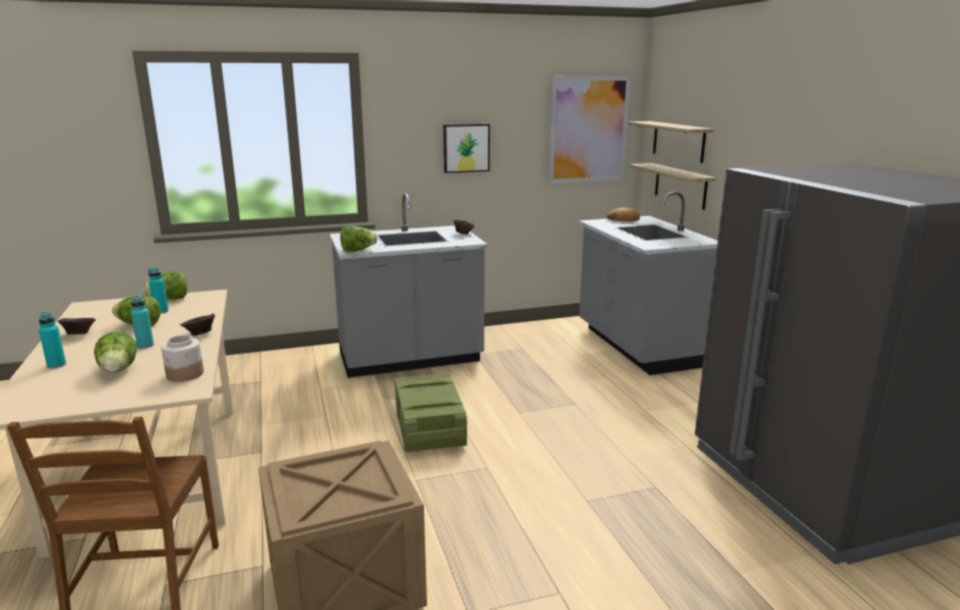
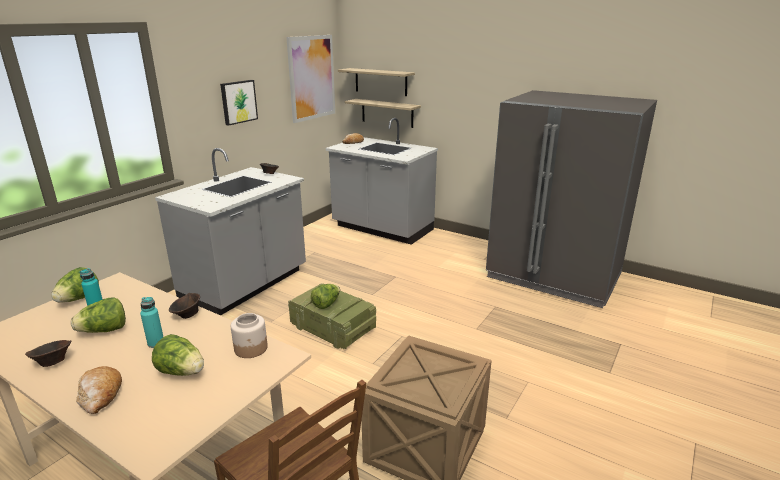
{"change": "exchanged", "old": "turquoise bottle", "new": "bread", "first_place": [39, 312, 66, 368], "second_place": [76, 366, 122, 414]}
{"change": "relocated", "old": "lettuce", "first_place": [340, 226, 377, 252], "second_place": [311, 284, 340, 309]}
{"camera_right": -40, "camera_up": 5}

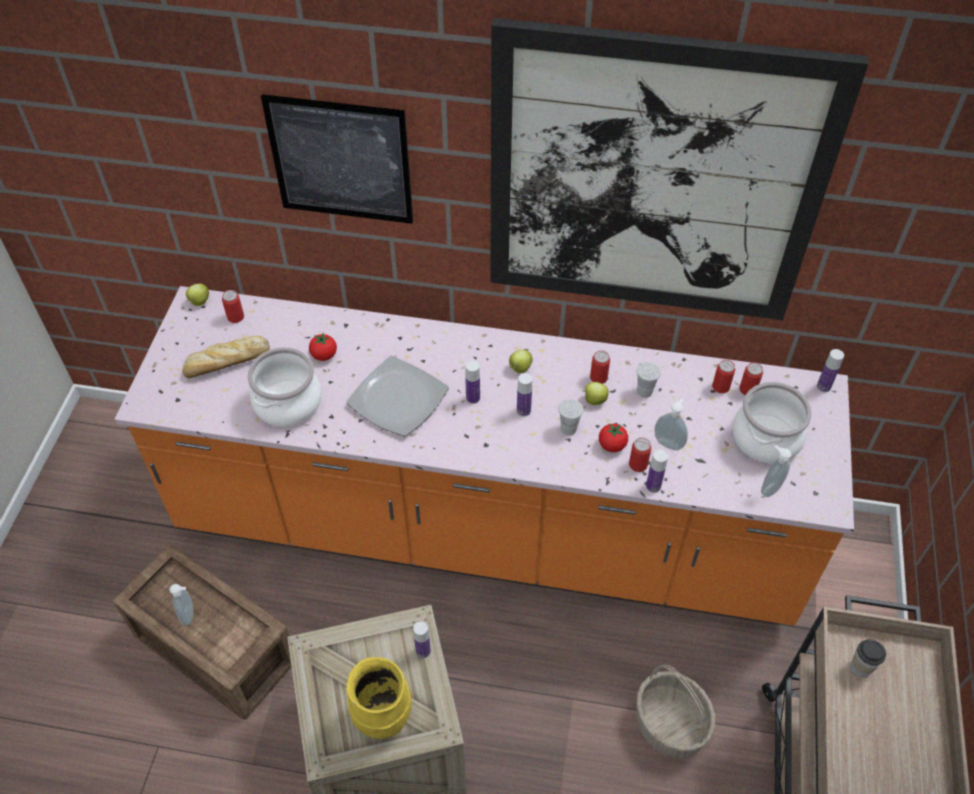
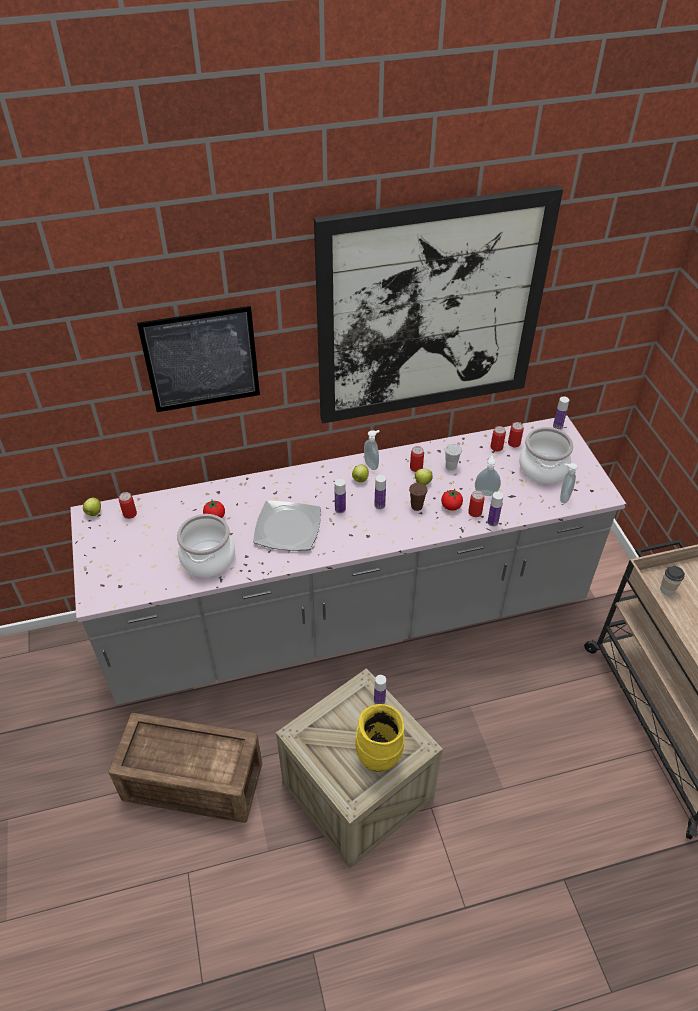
{"change": "colour", "old": "orange counter", "new": "grey counter", "first_place": [115, 286, 854, 626], "second_place": [70, 416, 626, 705]}
{"change": "relocated", "old": "soap dispenser", "first_place": [169, 584, 194, 626], "second_place": [364, 430, 380, 470]}
{"change": "missing", "old": "bread", "first_place": [182, 336, 270, 378]}
{"change": "colour", "old": "white cup", "new": "brown cup", "first_place": [559, 399, 583, 435], "second_place": [409, 483, 428, 511]}
{"change": "missing", "old": "basket", "first_place": [636, 664, 715, 758]}
{"camera_right": -25, "camera_up": -5}

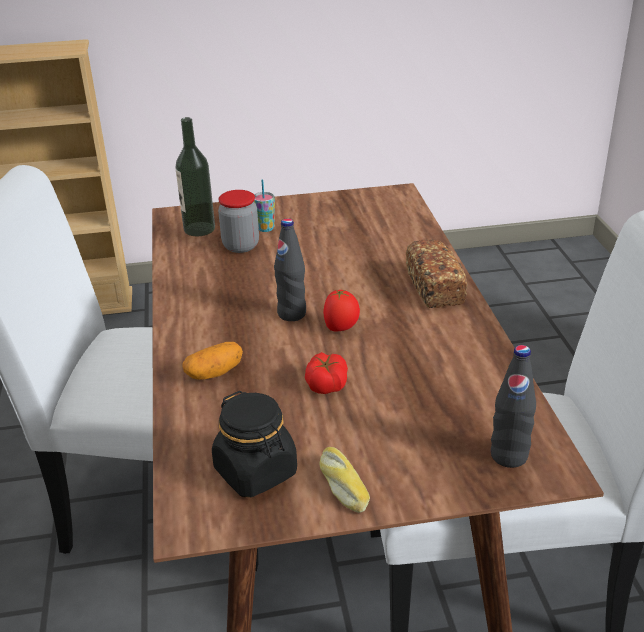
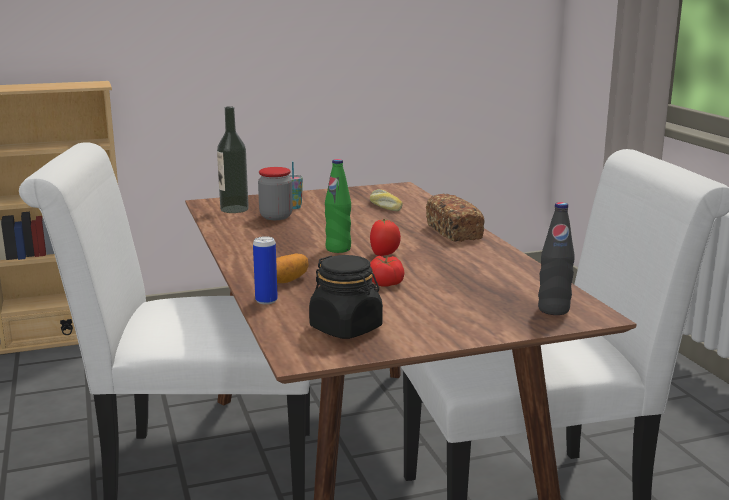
{"change": "colour", "old": "black bottle", "new": "green bottle", "first_place": [274, 218, 306, 321], "second_place": [325, 159, 351, 253]}
{"change": "relocated", "old": "bread", "first_place": [320, 447, 370, 513], "second_place": [370, 189, 403, 211]}
{"change": "appeared", "new": "can", "second_place": [253, 236, 278, 304]}
{"camera_right": -10, "camera_up": -15}

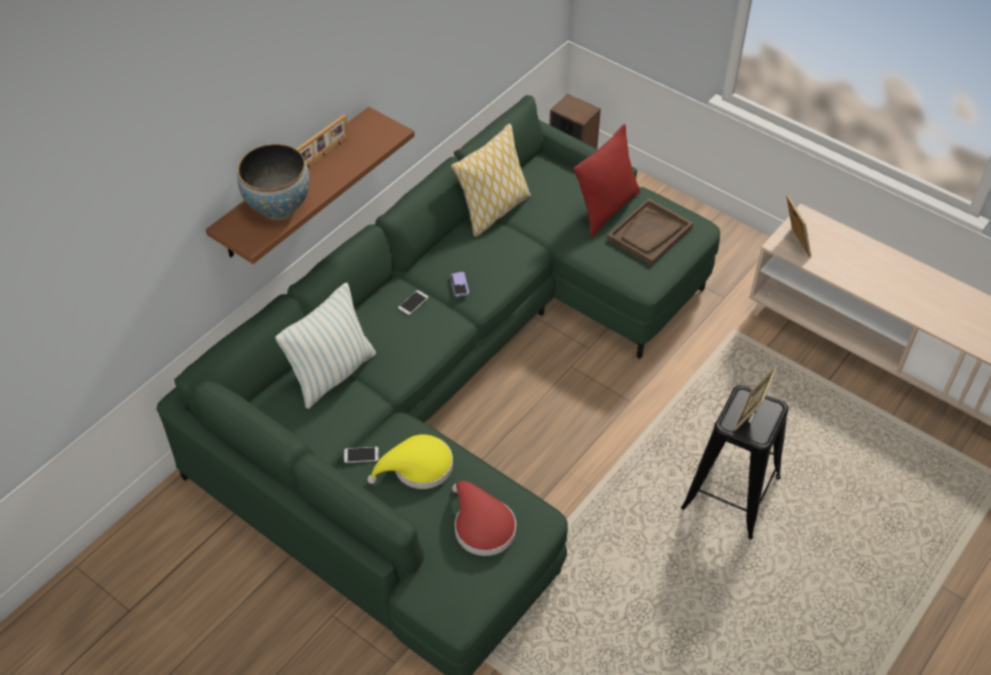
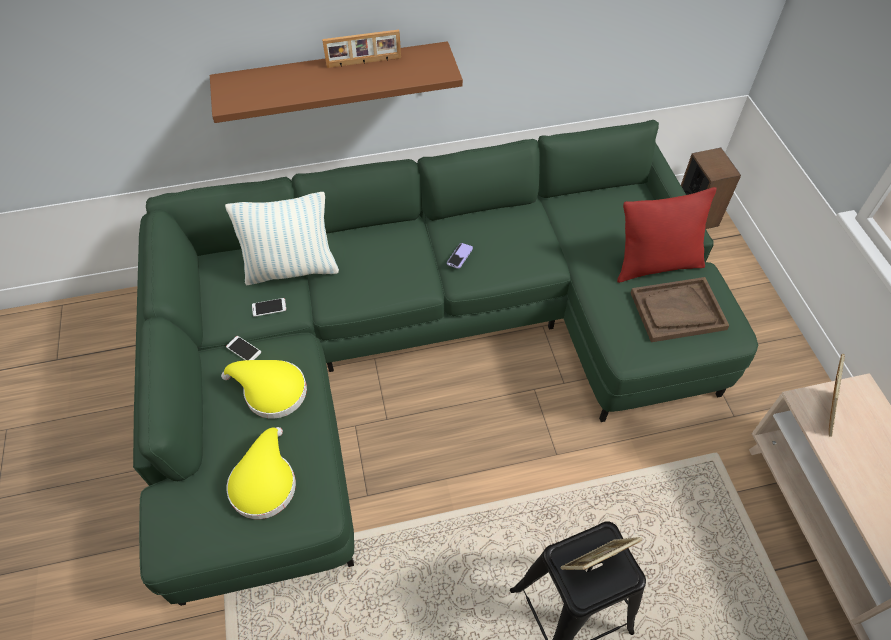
{"change": "missing", "old": "bowl", "first_place": [237, 144, 310, 220]}
{"change": "relocated", "old": "phone", "first_place": [398, 290, 429, 315], "second_place": [252, 298, 286, 317]}
{"change": "missing", "old": "pillow", "first_place": [451, 124, 531, 237]}
{"change": "colour", "old": "red hat", "new": "yellow hat", "first_place": [452, 481, 516, 556], "second_place": [227, 427, 296, 519]}
{"camera_right": 40, "camera_up": 5}

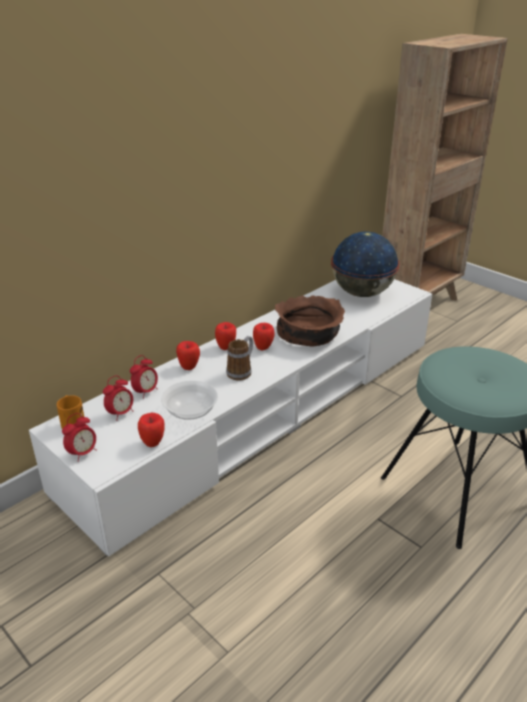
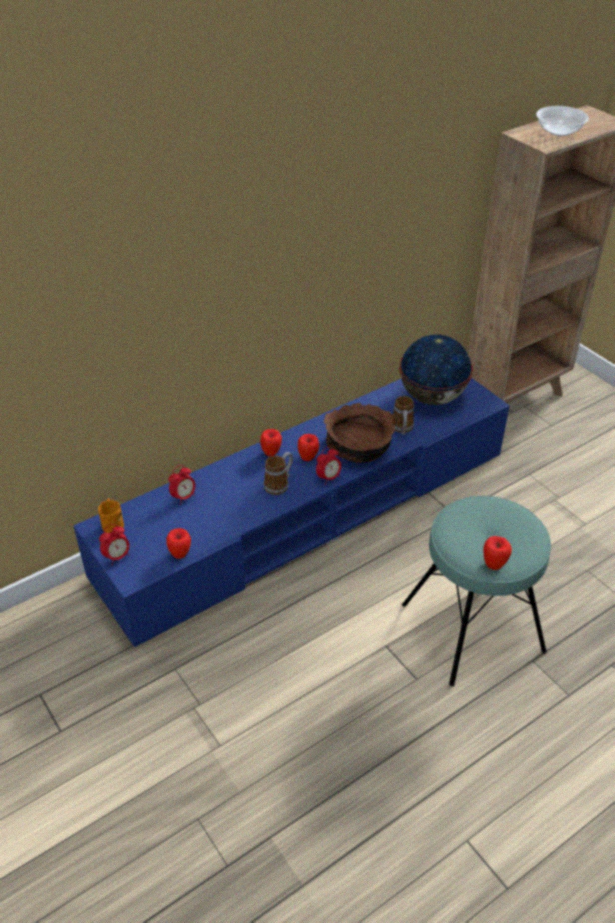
{"change": "colour", "old": "white tv stand", "new": "blue tv stand", "first_place": [29, 279, 432, 556], "second_place": [74, 378, 509, 647]}
{"change": "relocated", "old": "alarm clock", "first_place": [103, 375, 133, 421], "second_place": [316, 446, 341, 485]}
{"change": "relocated", "old": "bowl", "first_place": [161, 381, 218, 420], "second_place": [536, 106, 589, 136]}
{"change": "relocated", "old": "apple", "first_place": [176, 341, 200, 370], "second_place": [484, 536, 512, 570]}
{"change": "appeared", "new": "mug", "second_place": [393, 396, 414, 435]}
{"camera_right": 10, "camera_up": 10}

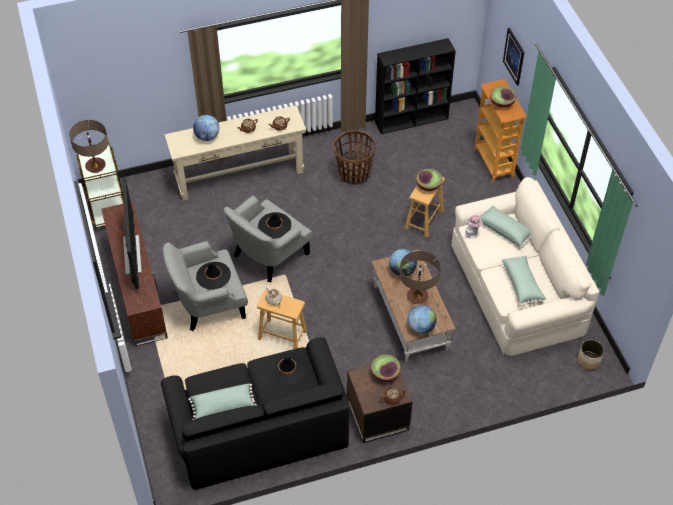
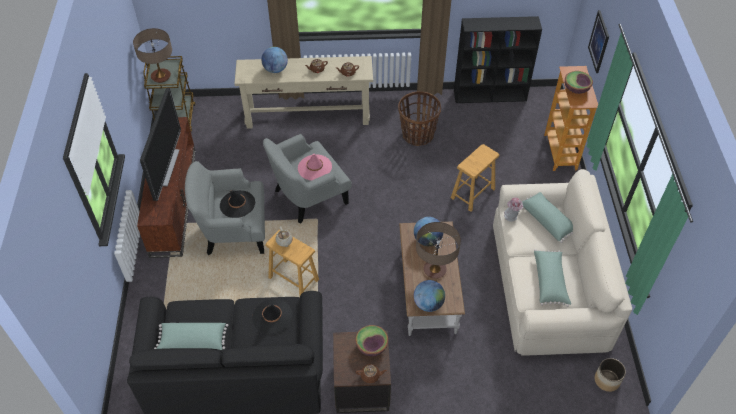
{"change": "colour", "old": "black hat", "new": "pink hat", "first_place": [258, 212, 291, 239], "second_place": [298, 154, 332, 180]}
{"change": "missing", "old": "bowl", "first_place": [416, 169, 442, 191]}
{"camera_right": 15, "camera_up": 0}

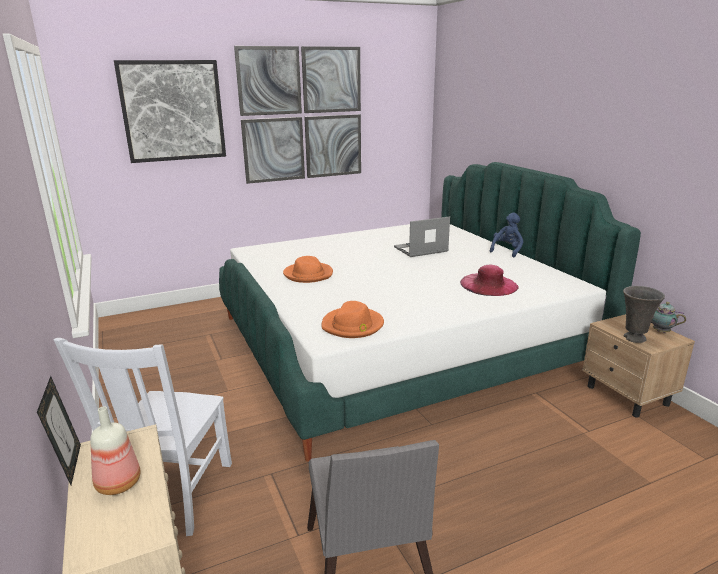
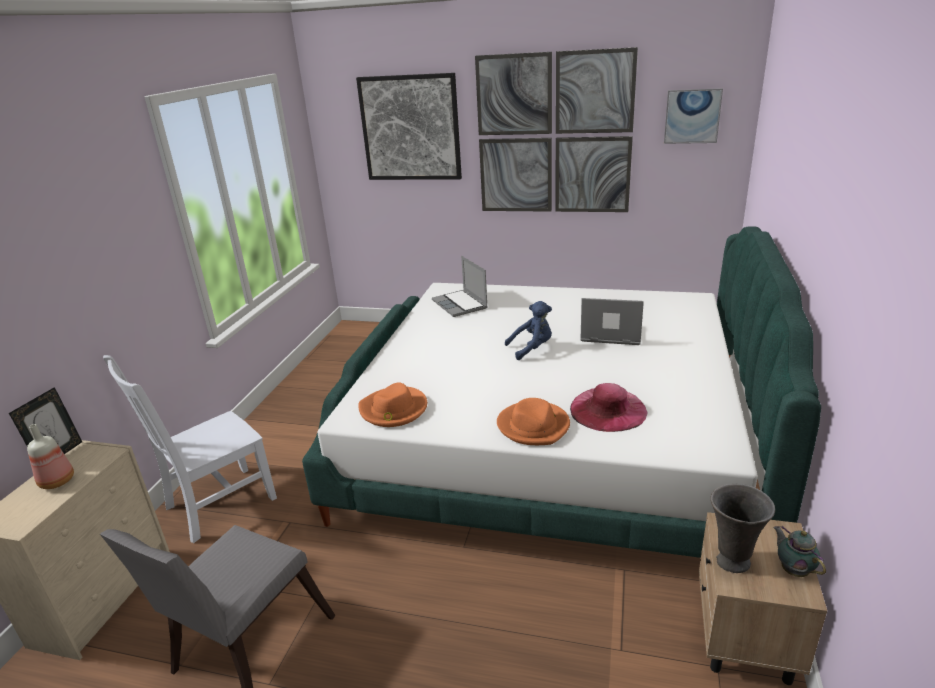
{"change": "relocated", "old": "orange hat", "first_place": [283, 256, 333, 283], "second_place": [497, 398, 570, 445]}
{"change": "relocated", "old": "blue plush toy", "first_place": [490, 212, 523, 257], "second_place": [505, 301, 552, 360]}
{"change": "appeared", "new": "laptop", "second_place": [432, 256, 488, 317]}
{"change": "appeared", "new": "picture", "second_place": [664, 88, 723, 144]}
{"camera_right": 40, "camera_up": 5}

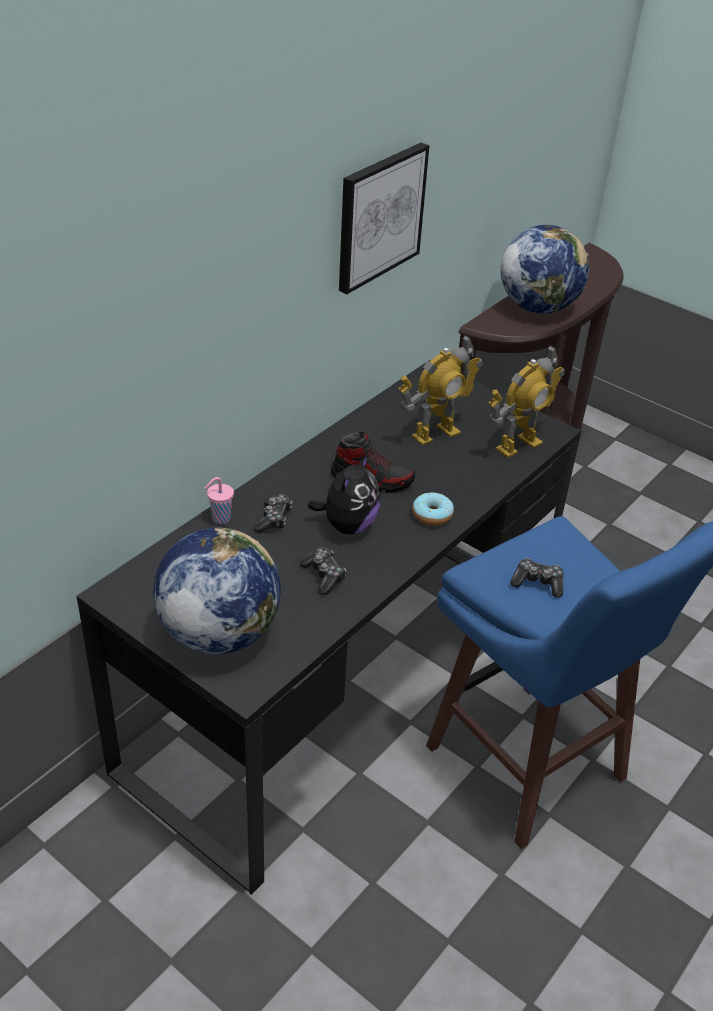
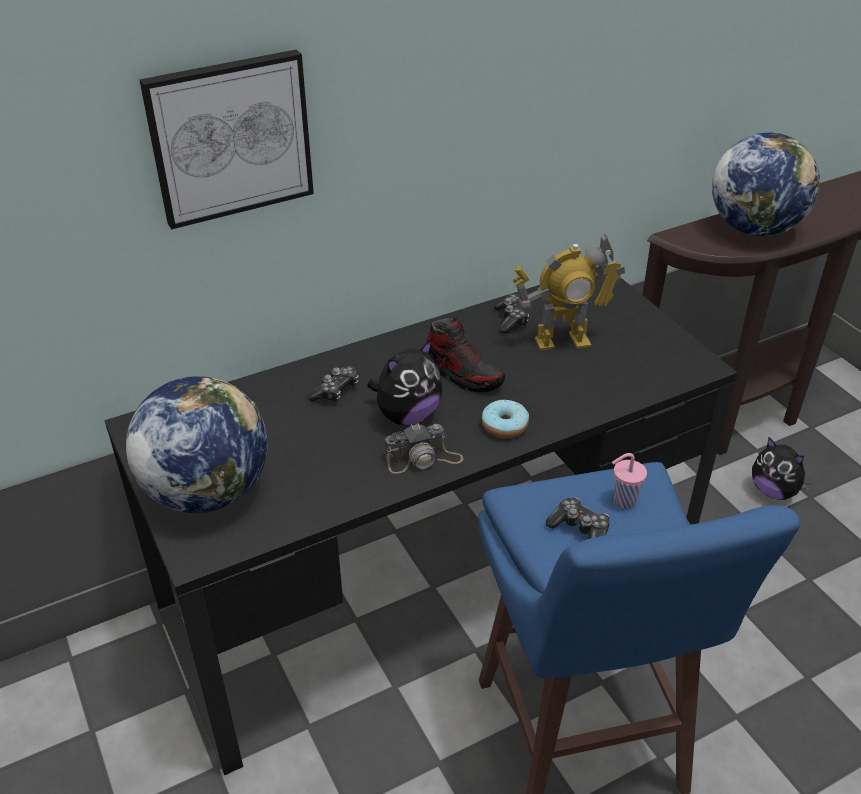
{"change": "relocated", "old": "pink cup", "first_place": [205, 477, 234, 524], "second_place": [612, 453, 647, 509]}
{"change": "relocated", "old": "game controller", "first_place": [300, 547, 346, 595], "second_place": [494, 294, 529, 333]}
{"change": "relocated", "old": "picture", "first_place": [339, 143, 429, 294], "second_place": [139, 49, 314, 229]}
{"change": "missing", "old": "toy robot", "first_place": [488, 345, 565, 458]}
{"change": "appeared", "new": "photo camera", "second_place": [385, 424, 463, 474]}
{"change": "appeared", "new": "plush toy", "second_place": [752, 437, 812, 500]}
{"camera_right": 25, "camera_up": 0}

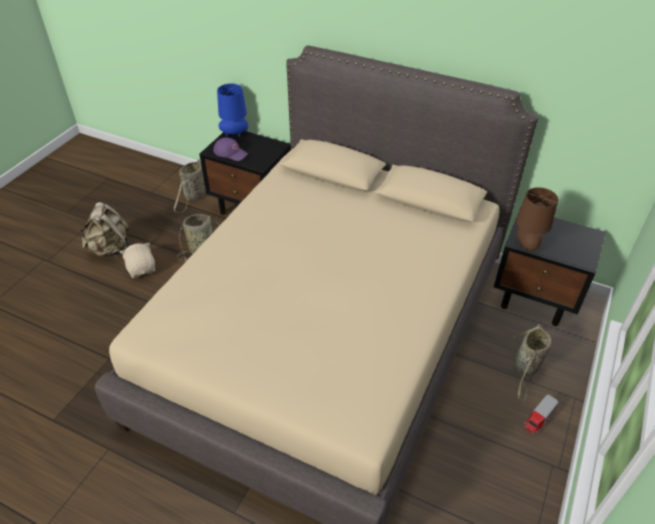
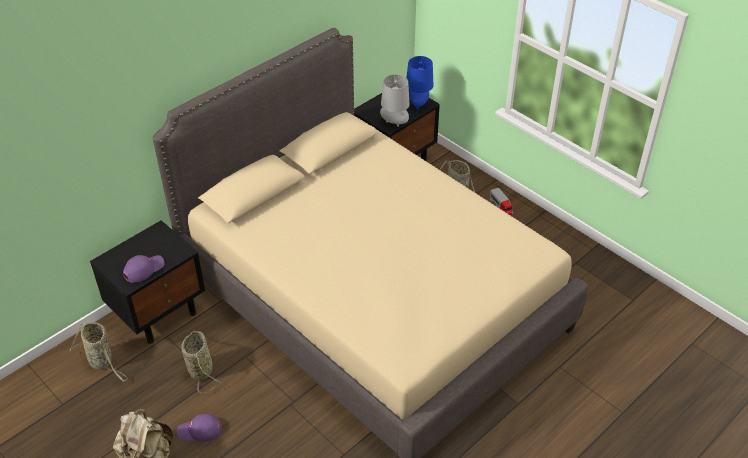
{"change": "exchanged", "old": "beige plush toy", "new": "purple cap", "first_place": [120, 243, 155, 278], "second_place": [177, 414, 222, 442]}
{"change": "relocated", "old": "blue table lamp", "first_place": [217, 84, 248, 137], "second_place": [406, 56, 433, 110]}
{"change": "colour", "old": "brown table lamp", "new": "grey table lamp", "first_place": [516, 187, 558, 250], "second_place": [380, 74, 410, 127]}
{"camera_right": -70, "camera_up": 0}

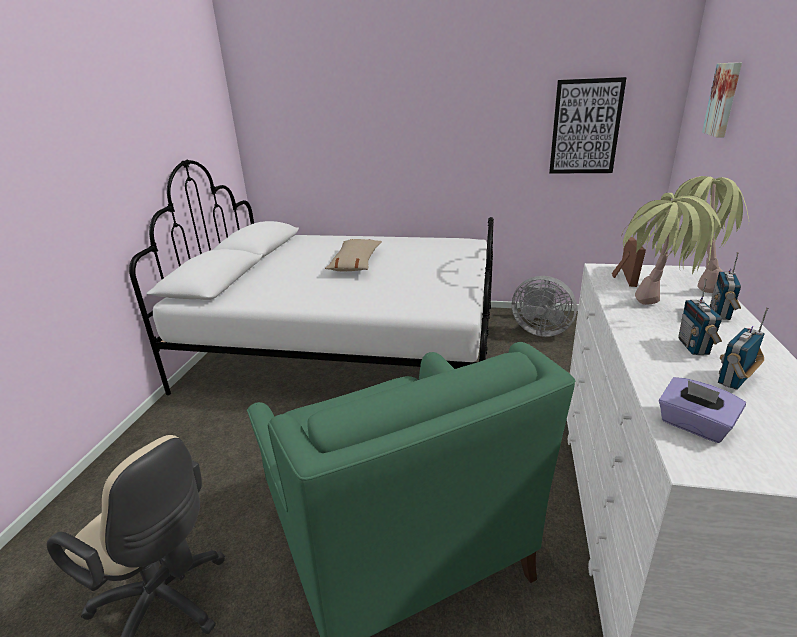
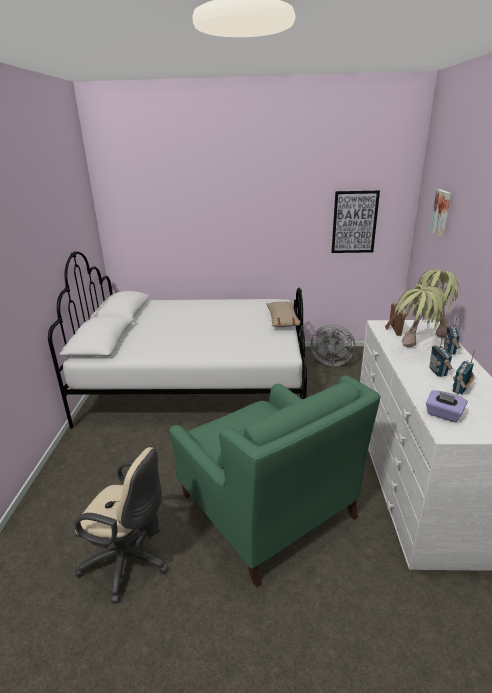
{"change": "relocated", "old": "beige pillow", "first_place": [325, 239, 382, 271], "second_place": [266, 302, 300, 327]}
{"camera_right": -10, "camera_up": 0}

